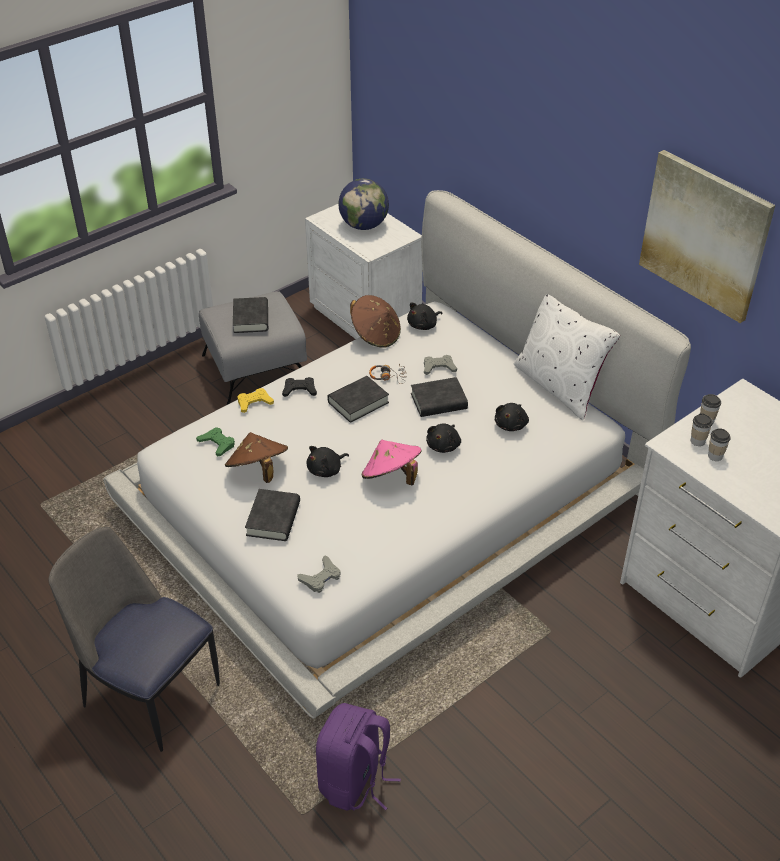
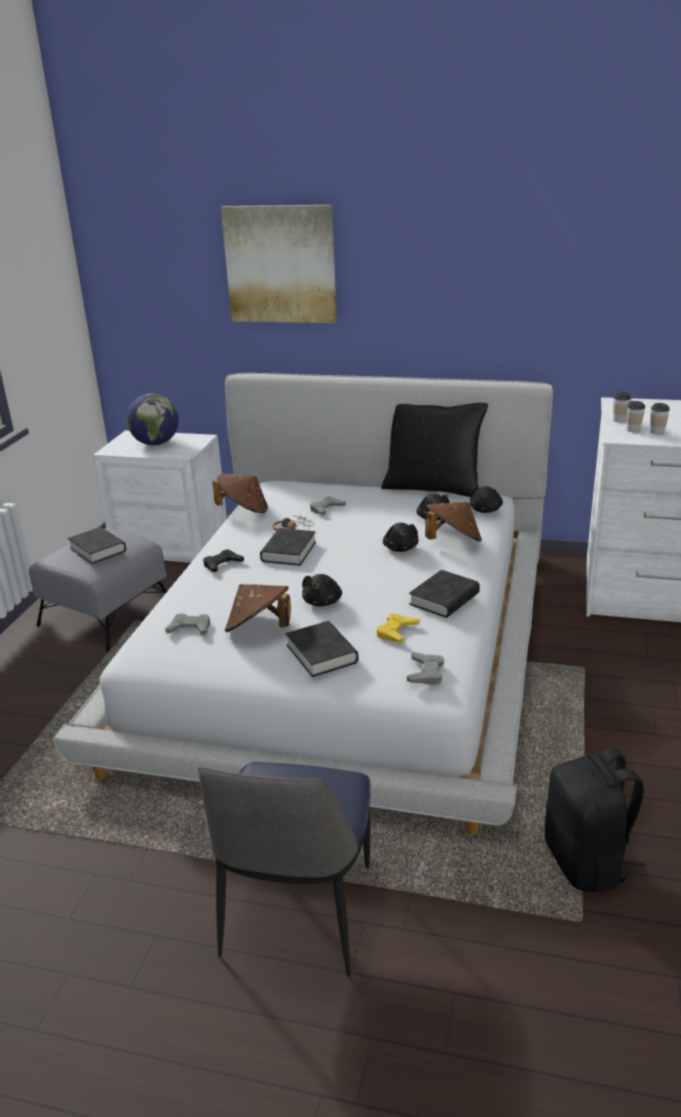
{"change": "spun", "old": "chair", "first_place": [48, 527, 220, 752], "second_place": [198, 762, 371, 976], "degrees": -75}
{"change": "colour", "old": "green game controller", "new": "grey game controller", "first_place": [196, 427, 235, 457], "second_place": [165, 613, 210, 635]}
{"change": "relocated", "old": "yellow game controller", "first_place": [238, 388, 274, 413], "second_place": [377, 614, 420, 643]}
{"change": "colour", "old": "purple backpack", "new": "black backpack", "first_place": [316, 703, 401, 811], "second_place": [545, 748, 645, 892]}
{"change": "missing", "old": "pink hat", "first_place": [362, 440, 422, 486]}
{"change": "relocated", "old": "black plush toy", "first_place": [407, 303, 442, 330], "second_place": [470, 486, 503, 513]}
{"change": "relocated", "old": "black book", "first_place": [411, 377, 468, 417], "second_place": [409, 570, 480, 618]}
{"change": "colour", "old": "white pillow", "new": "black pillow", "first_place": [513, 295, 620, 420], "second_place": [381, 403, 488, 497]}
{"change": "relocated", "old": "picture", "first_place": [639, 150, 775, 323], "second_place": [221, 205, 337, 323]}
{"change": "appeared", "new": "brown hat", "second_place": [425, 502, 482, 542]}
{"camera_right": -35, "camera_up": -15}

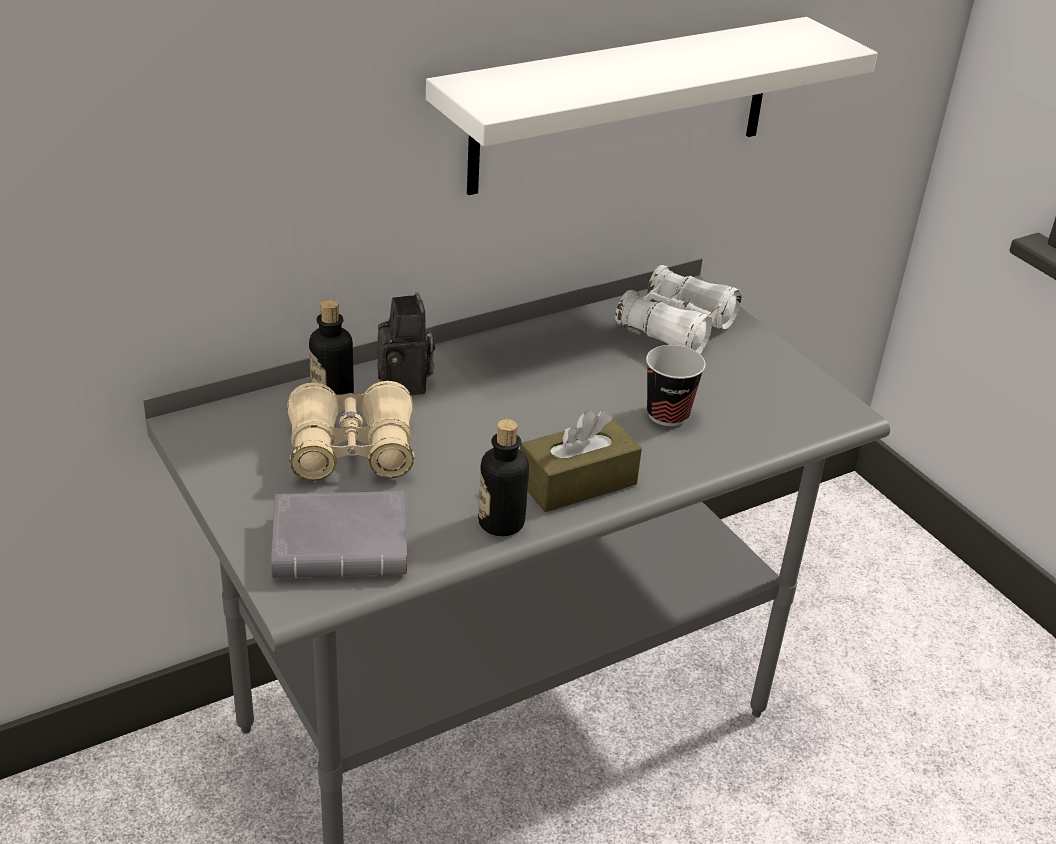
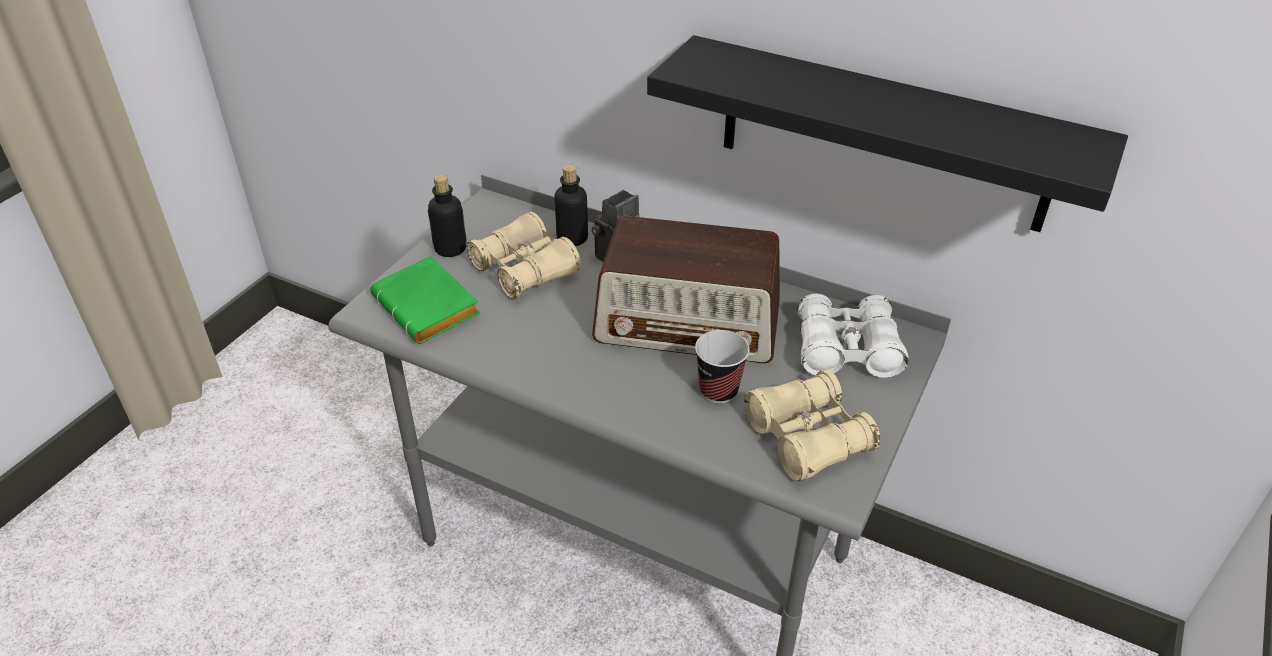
{"change": "colour", "old": "grey book", "new": "green book", "first_place": [271, 491, 407, 578], "second_place": [370, 256, 480, 344]}
{"change": "colour", "old": "white shelf", "new": "black shelf", "first_place": [426, 17, 878, 195], "second_place": [647, 35, 1128, 232]}
{"change": "relocated", "old": "bottle", "first_place": [478, 419, 529, 536], "second_place": [428, 174, 467, 257]}
{"change": "missing", "old": "brown tissue box", "first_place": [520, 410, 642, 512]}
{"change": "appeared", "new": "radio", "second_place": [592, 216, 780, 363]}
{"change": "appeared", "new": "beige binoculars", "second_place": [744, 369, 880, 481]}
{"camera_right": 60, "camera_up": 5}

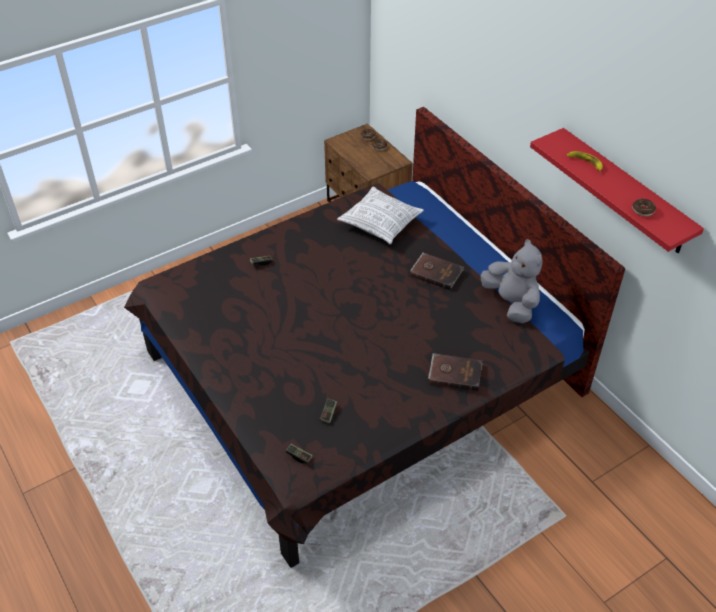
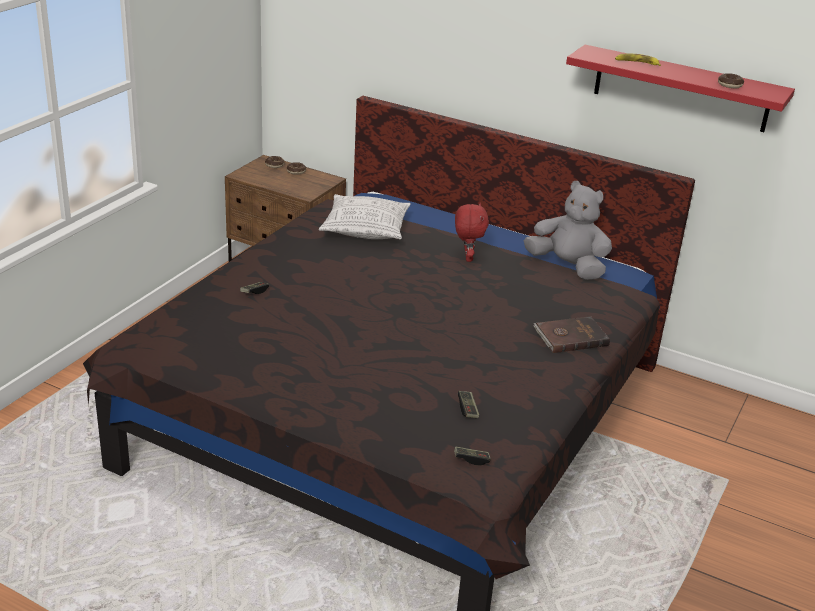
{"change": "exchanged", "old": "brown book", "new": "red plush toy", "first_place": [410, 253, 464, 290], "second_place": [455, 203, 489, 262]}
{"camera_right": -30, "camera_up": -15}

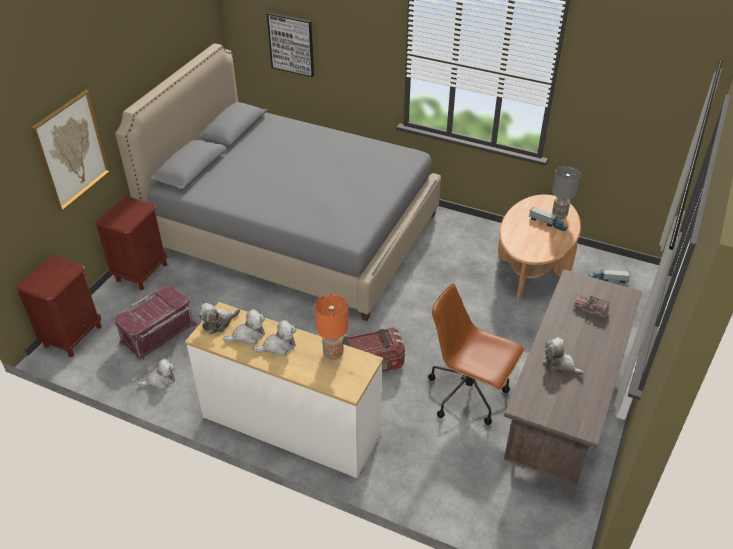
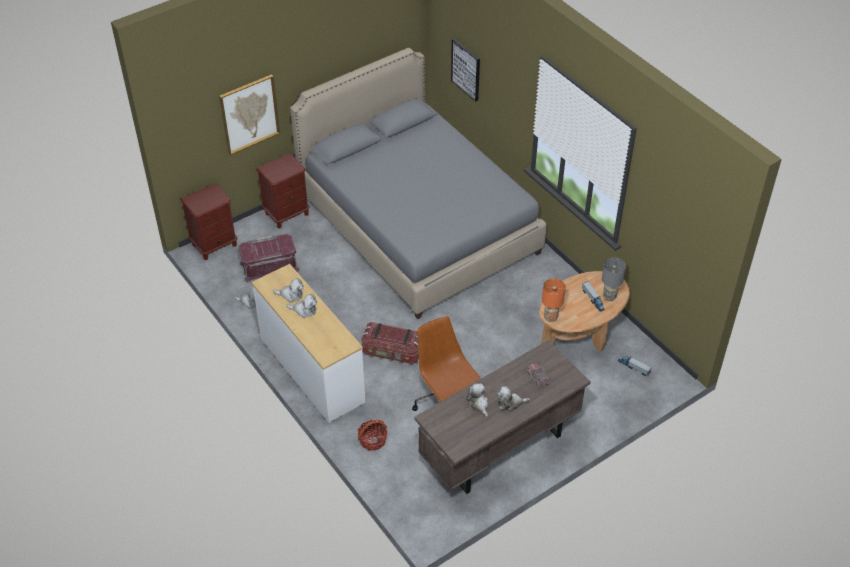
{"change": "relocated", "old": "plush toy", "first_place": [199, 303, 240, 334], "second_place": [497, 386, 530, 412]}
{"change": "relocated", "old": "orange table lamp", "first_place": [315, 294, 348, 360], "second_place": [542, 278, 566, 322]}
{"change": "appeared", "new": "basket", "second_place": [358, 420, 387, 451]}
{"camera_right": 30, "camera_up": 5}

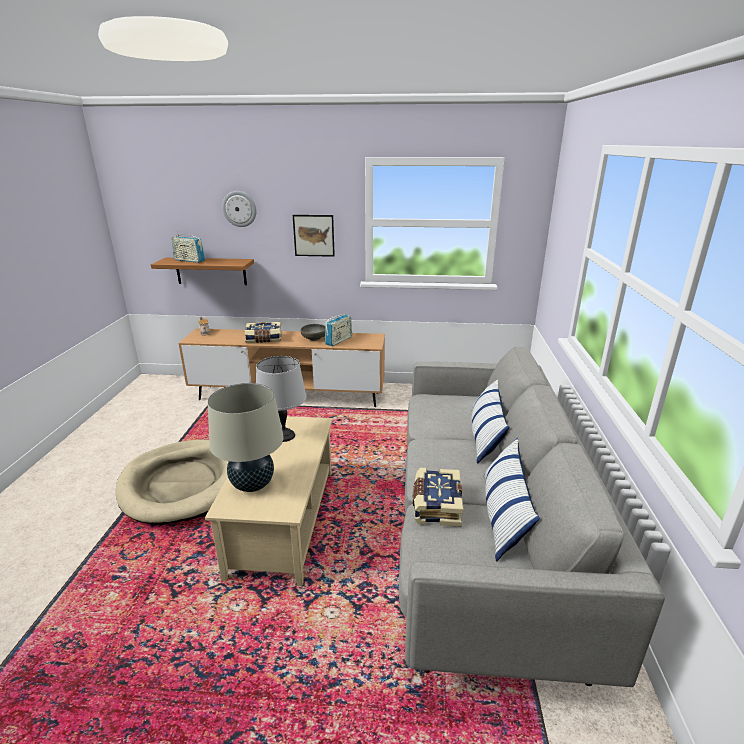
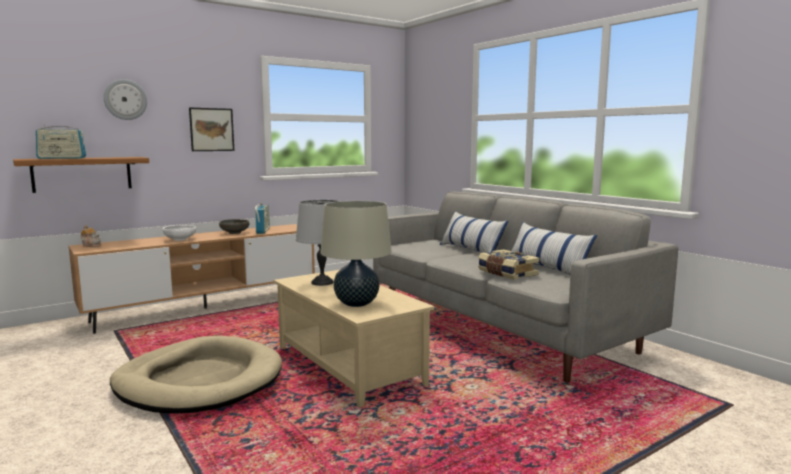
{"change": "exchanged", "old": "book", "new": "white bowl", "first_place": [244, 322, 282, 343], "second_place": [163, 225, 196, 241]}
{"camera_right": -40, "camera_up": -15}

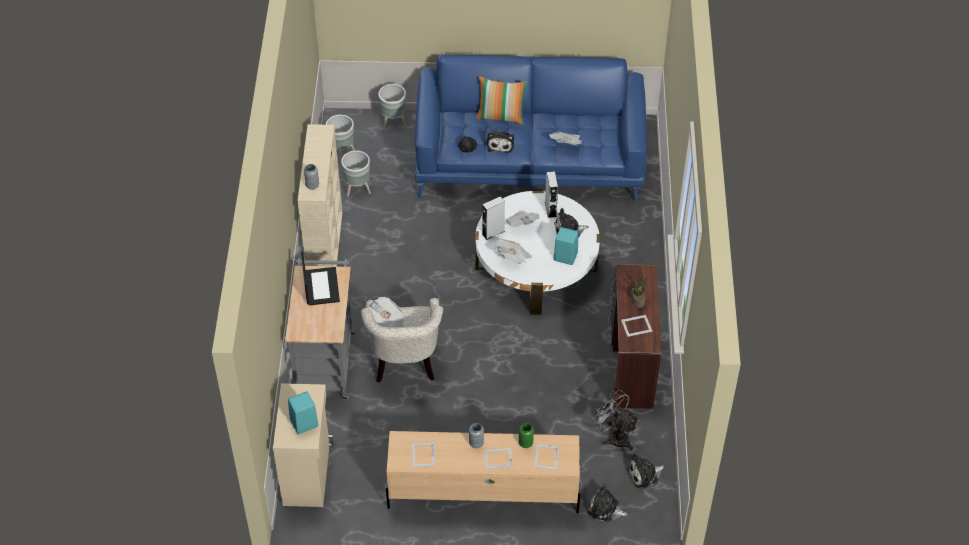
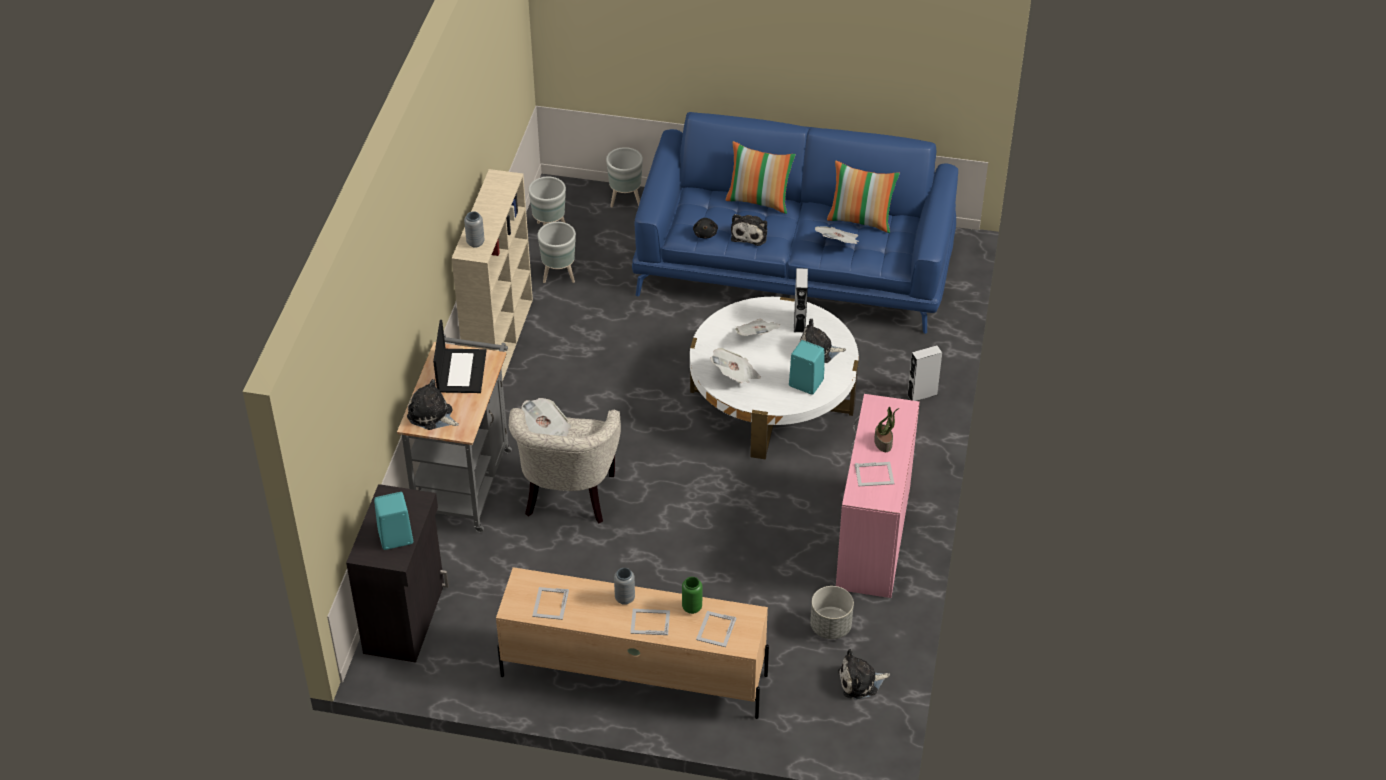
{"change": "colour", "old": "beige cabinet", "new": "black cabinet", "first_place": [273, 383, 334, 507], "second_place": [346, 484, 449, 663]}
{"change": "relocated", "old": "grey speaker", "first_place": [482, 196, 505, 240], "second_place": [907, 345, 942, 401]}
{"change": "relocated", "old": "plush toy", "first_place": [588, 484, 628, 522], "second_place": [407, 379, 459, 430]}
{"change": "exchanged", "old": "grey fan", "new": "grey planter", "first_place": [592, 390, 639, 451], "second_place": [810, 586, 854, 639]}
{"change": "colour", "old": "brown desk", "new": "pink desk", "first_place": [608, 264, 661, 409], "second_place": [836, 394, 920, 598]}
{"change": "appeared", "new": "pillow", "second_place": [827, 161, 900, 233]}
{"camera_right": 10, "camera_up": -5}

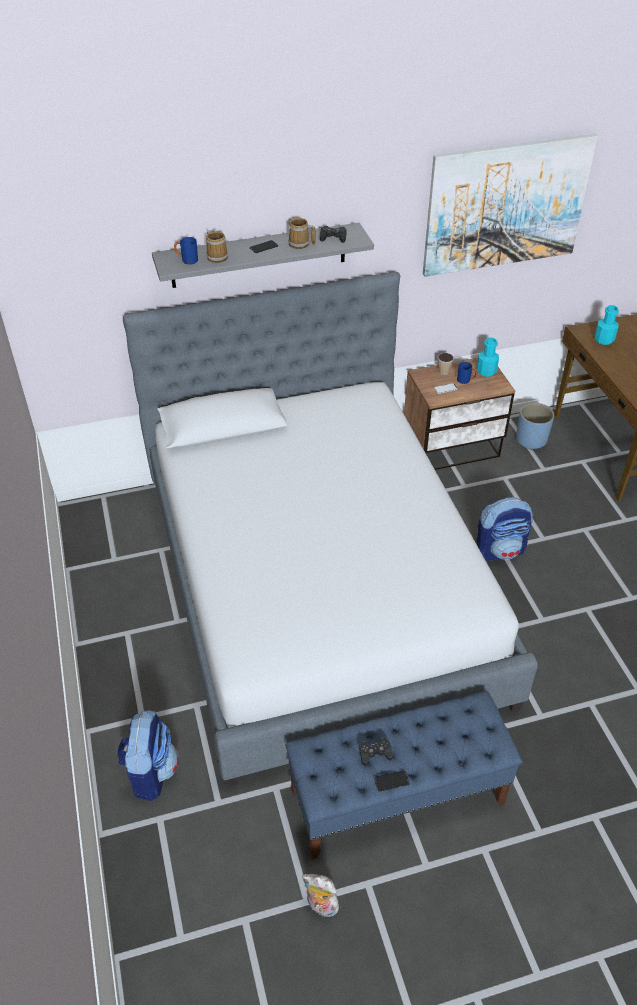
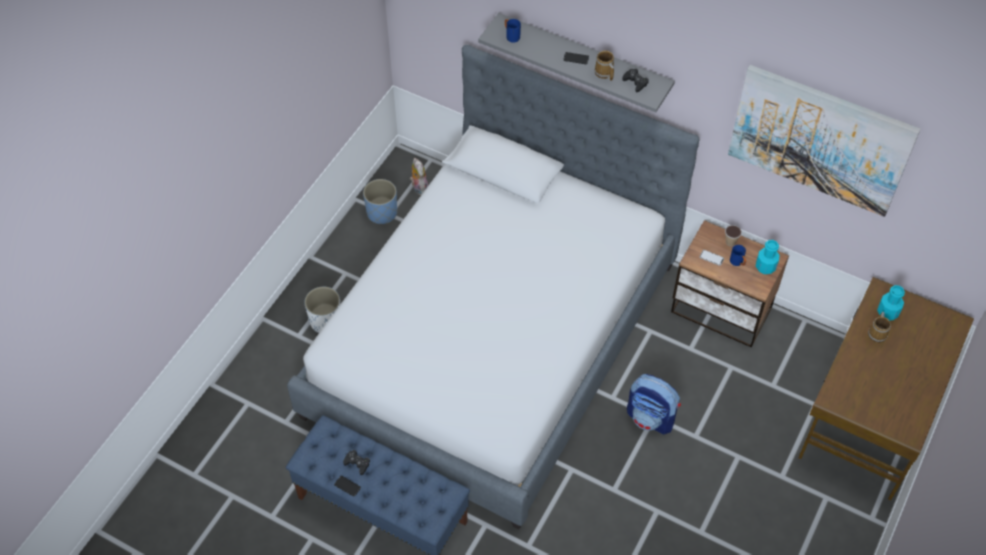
{"change": "missing", "old": "backpack", "first_place": [118, 710, 179, 801]}
{"change": "relocated", "old": "mug", "first_place": [206, 230, 228, 263], "second_place": [868, 312, 891, 343]}
{"change": "relocated", "old": "plush toy", "first_place": [302, 873, 343, 919], "second_place": [410, 158, 428, 195]}
{"change": "relocated", "old": "blue planter", "first_place": [516, 403, 554, 450], "second_place": [363, 179, 397, 224]}
{"change": "appeared", "new": "white planter", "second_place": [304, 287, 341, 333]}
{"camera_right": 45, "camera_up": 10}

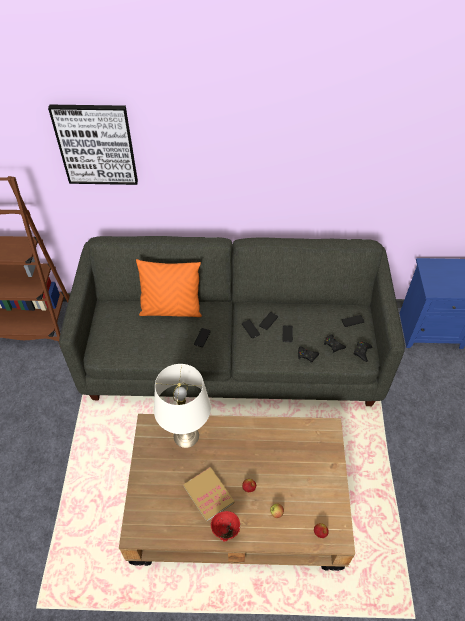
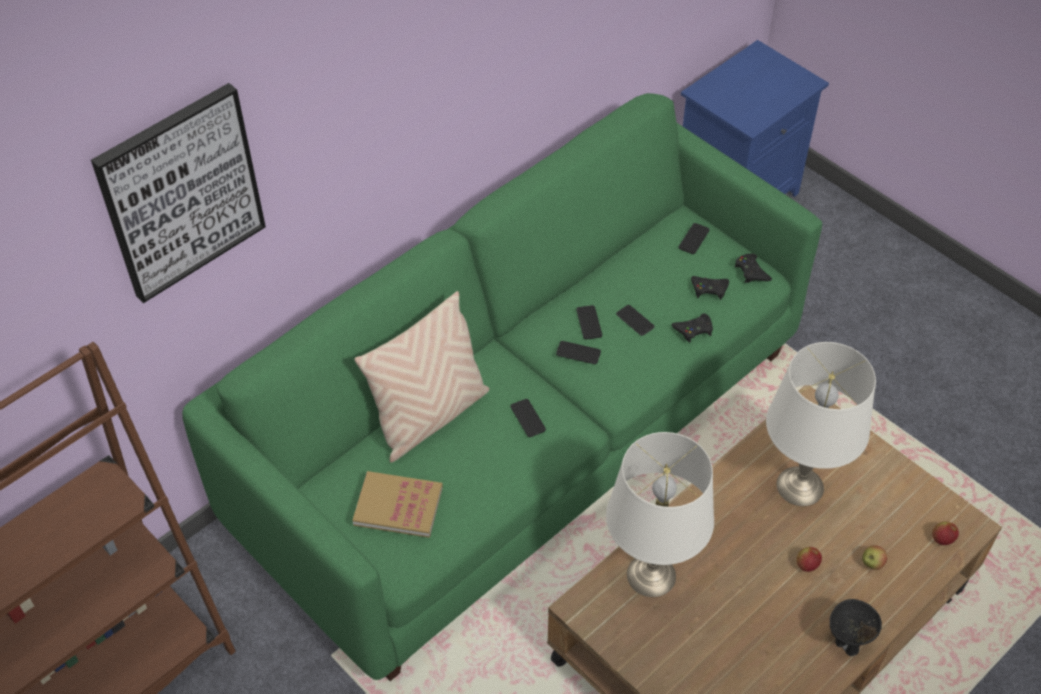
{"change": "colour", "old": "grey sofa", "new": "green sofa", "first_place": [59, 236, 405, 406], "second_place": [182, 93, 822, 681]}
{"change": "colour", "old": "orange pillow", "new": "beige pillow", "first_place": [136, 259, 202, 317], "second_place": [354, 291, 489, 463]}
{"change": "relocated", "old": "book", "first_place": [183, 467, 235, 522], "second_place": [352, 471, 443, 538]}
{"change": "colour", "old": "red bowl", "new": "black bowl", "first_place": [211, 511, 240, 542], "second_place": [829, 599, 882, 656]}
{"change": "appeared", "new": "white table lamp", "second_place": [766, 342, 876, 506]}
{"camera_right": -45, "camera_up": 0}

